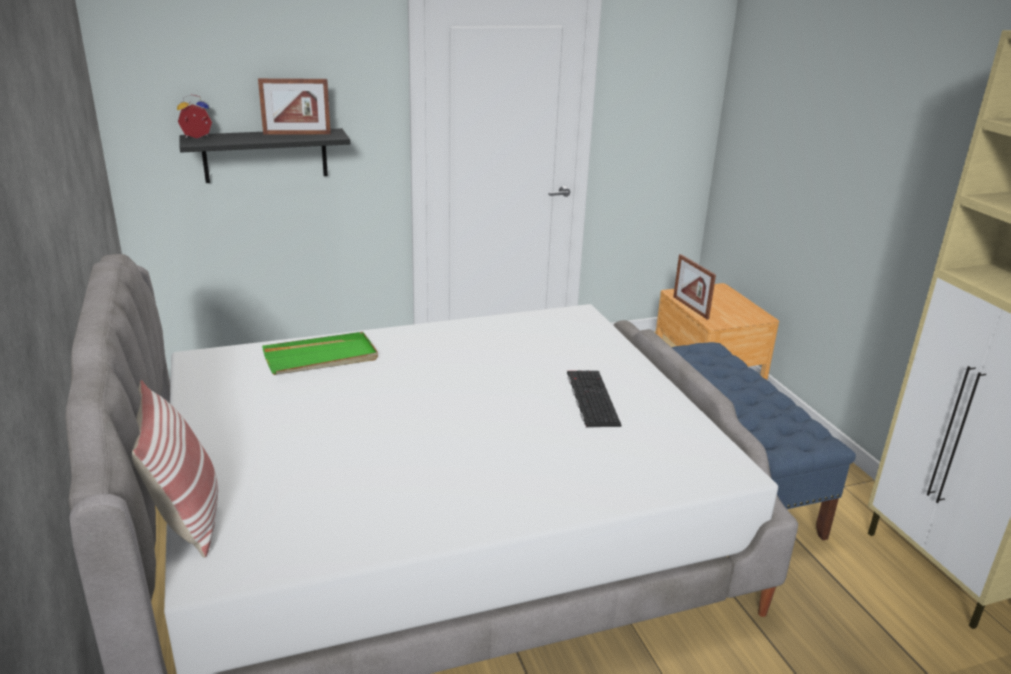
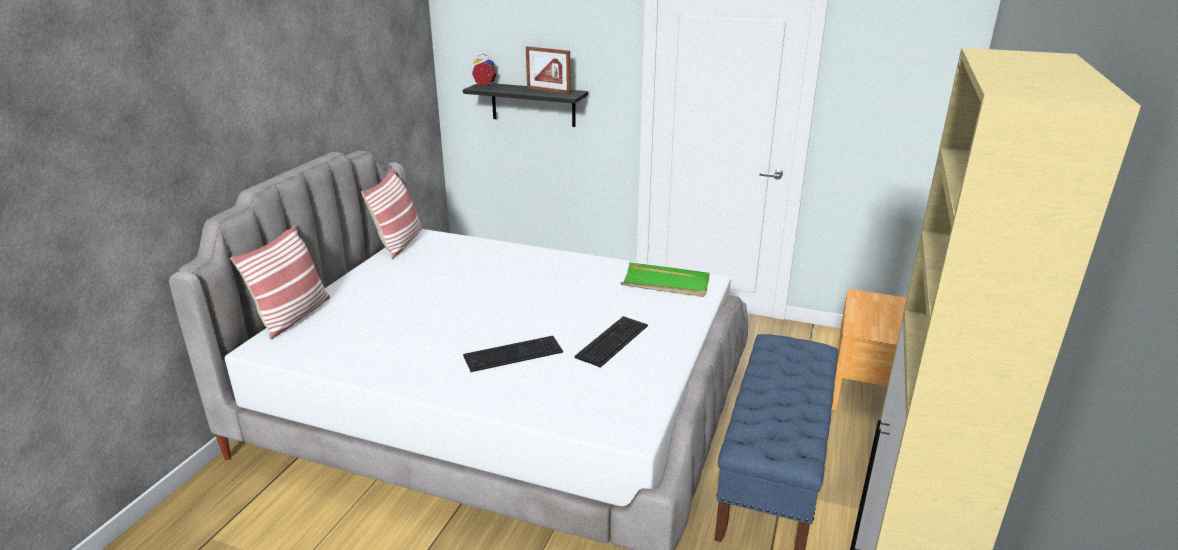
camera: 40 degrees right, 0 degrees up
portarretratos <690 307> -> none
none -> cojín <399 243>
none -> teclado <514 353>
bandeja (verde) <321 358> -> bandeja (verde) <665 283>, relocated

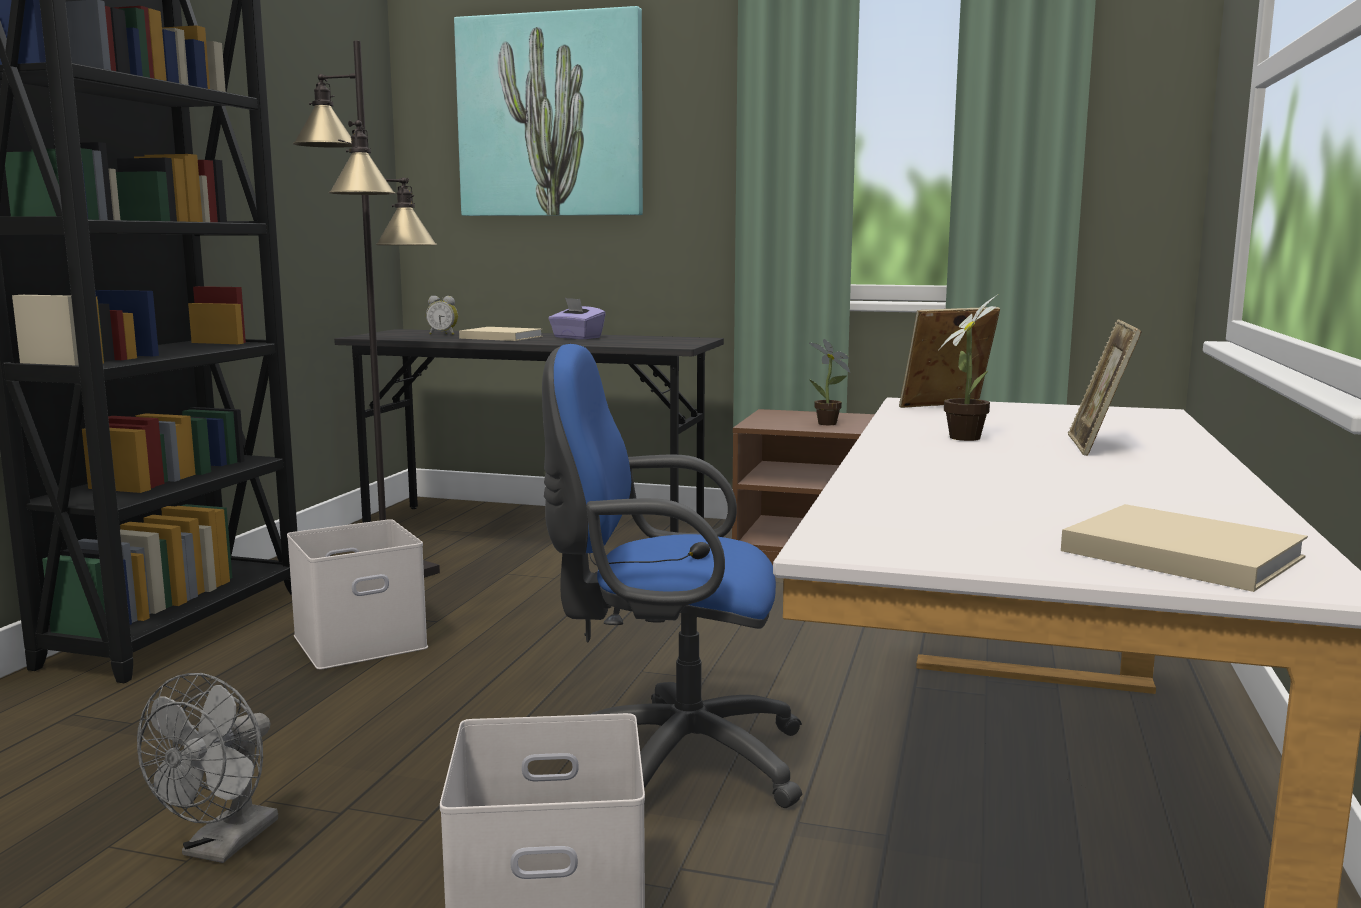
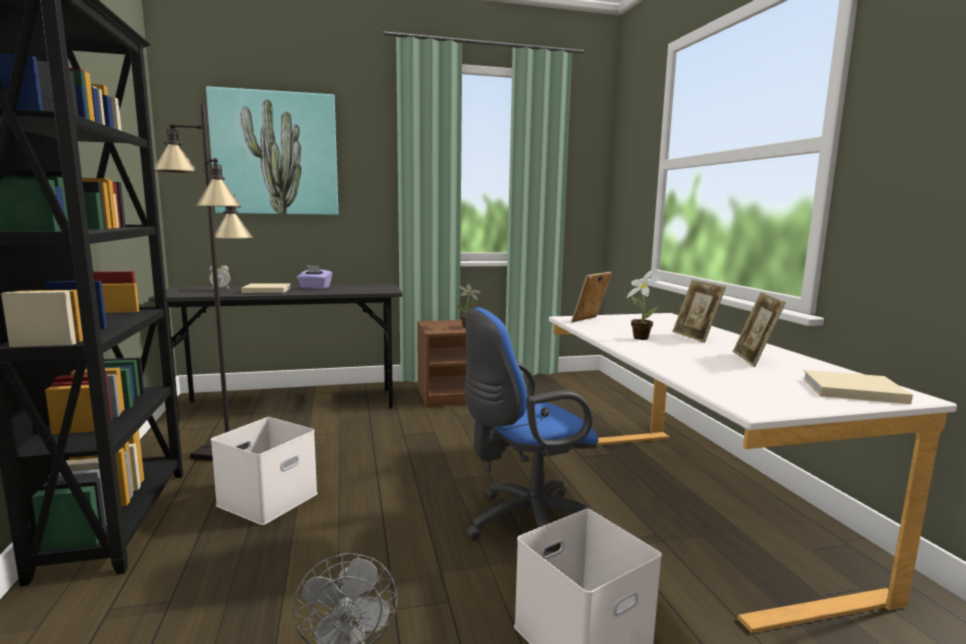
camera: 30 degrees left, 0 degrees up
none -> portarretratos <754 359>

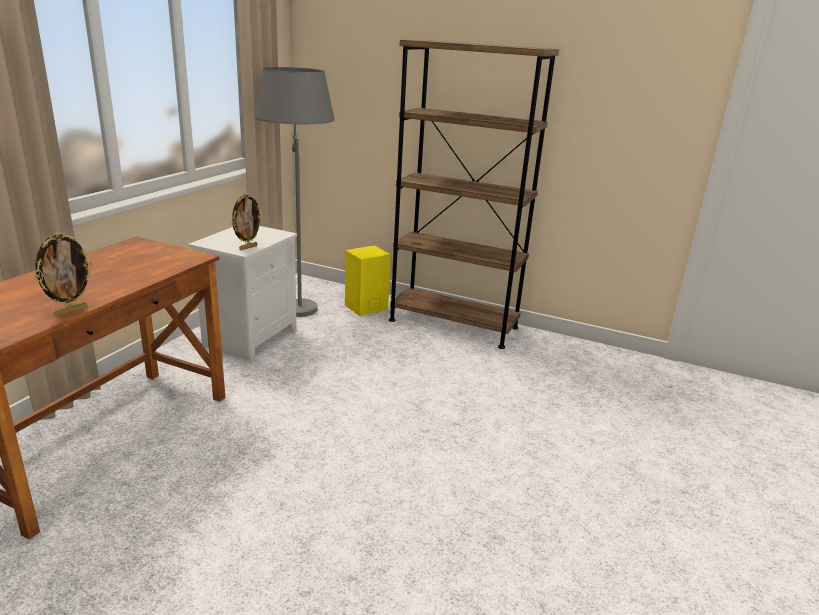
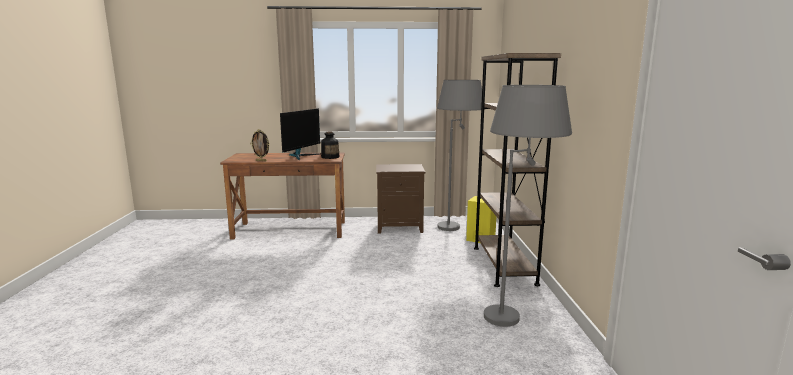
camera: 65 degrees right, 10 degrees down
portarretratos <248 247> -> none
none -> monitor <301 156>
none -> botella <330 157>
none -> lámpara de pie (gris) <517 312>
mesita de noche (blanco) <250 338> -> mesita de noche (marrón) <400 227>

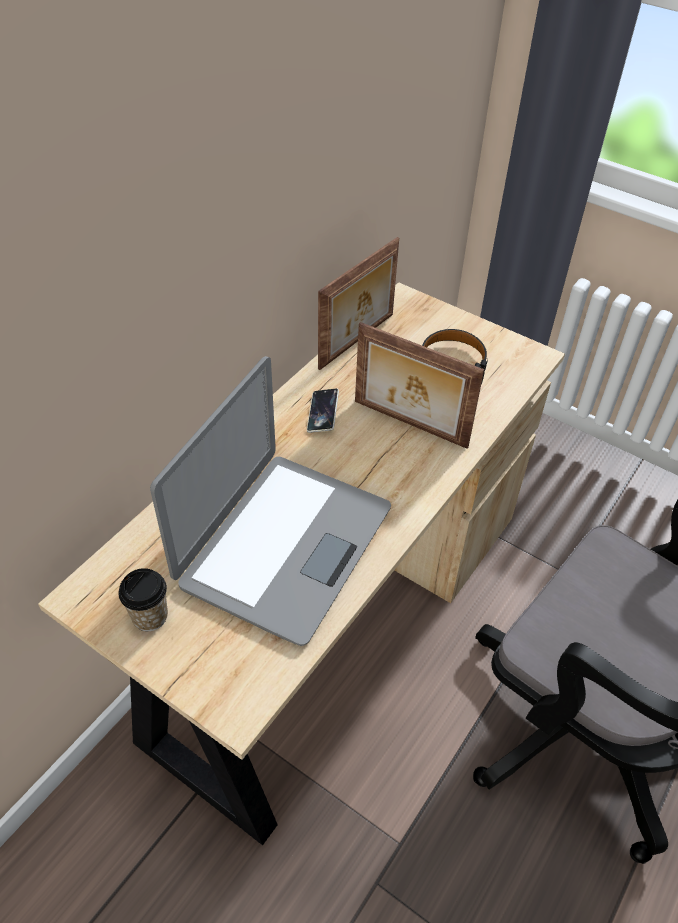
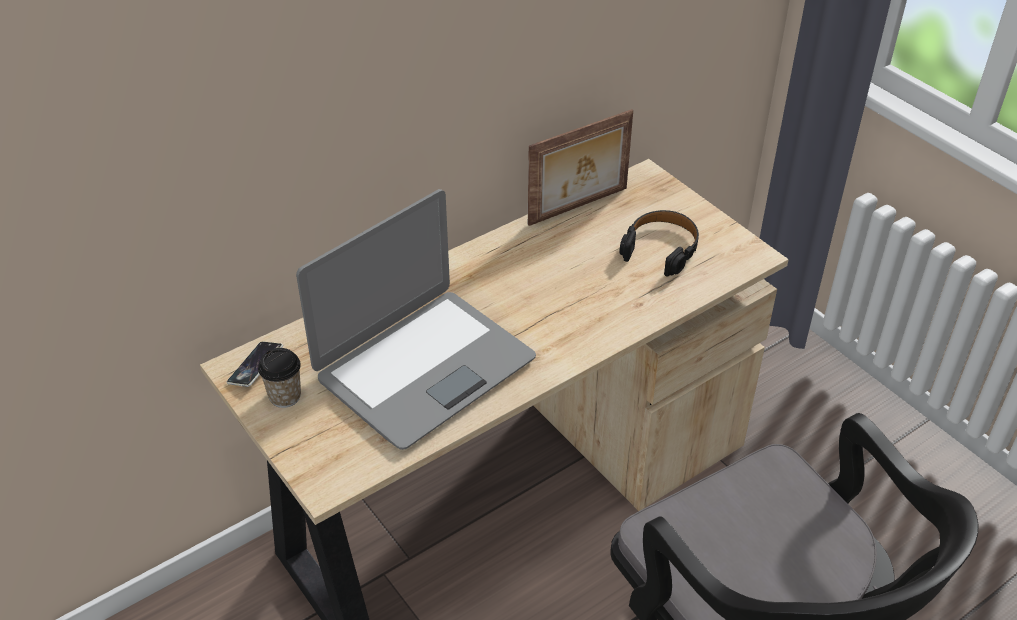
camera: 20 degrees right, 5 degrees down
portarretratos <409 425> -> none
móvil <322 413> -> móvil <255 367>, relocated

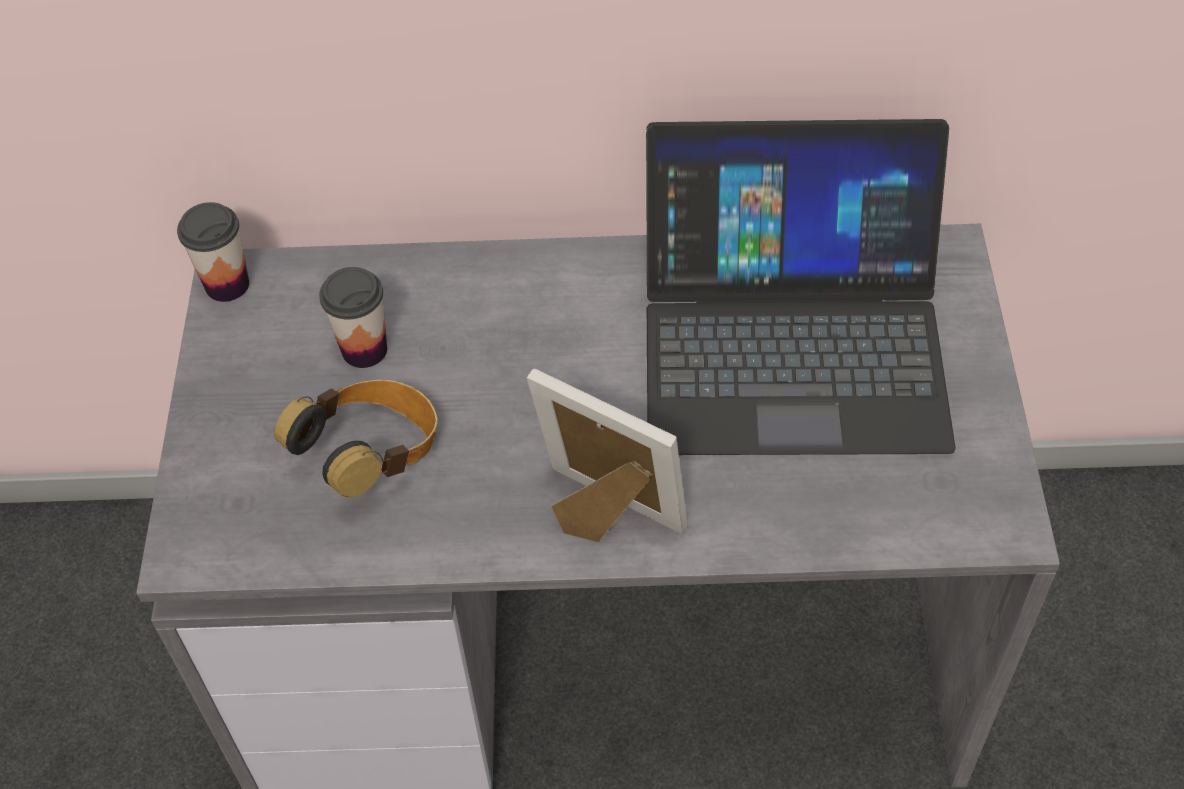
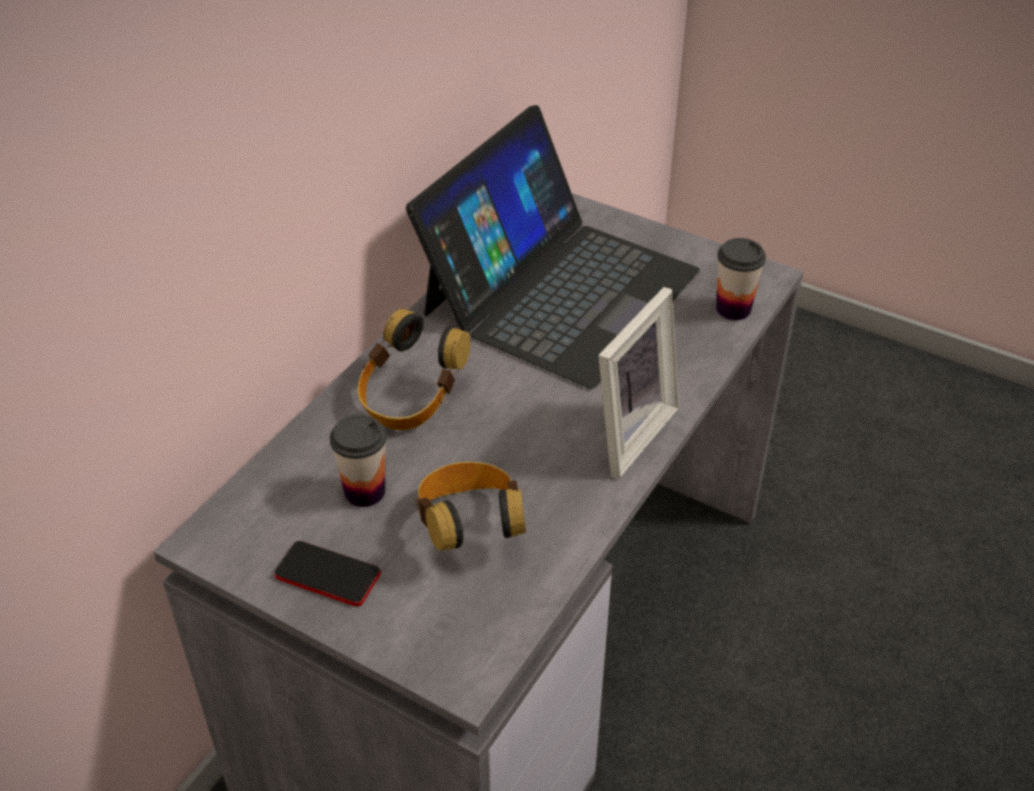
camera: 60 degrees left, 10 degrees down
none -> móvil <327 575>
none -> auriculares <411 399>
taza <227 285> -> taza <733 309>, relocated
portarretratos <604 518> -> portarretratos <625 432>, 150 degrees clockwise

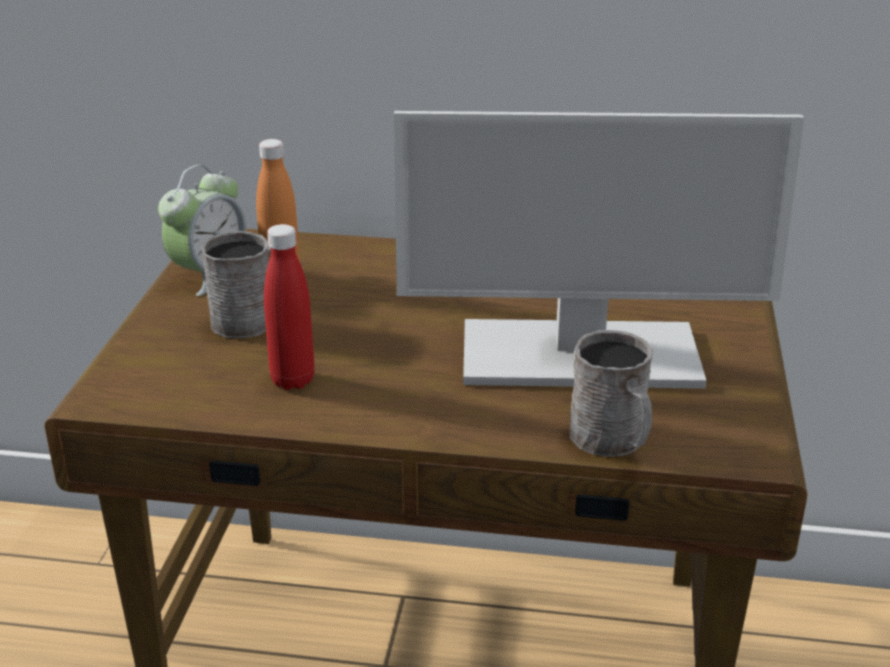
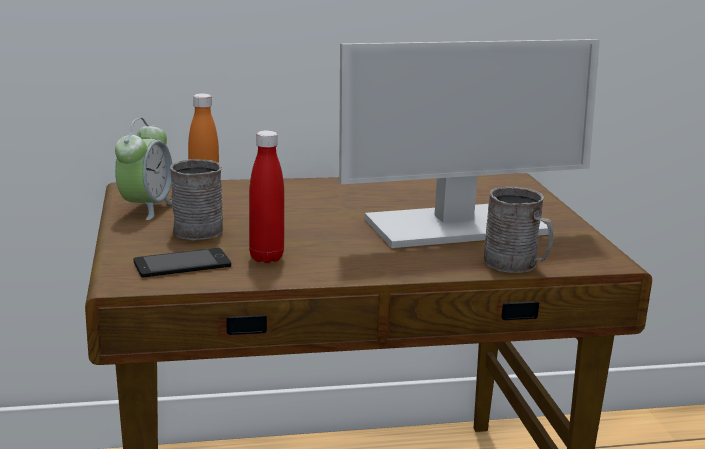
camera: 20 degrees left, 10 degrees down
none -> móvil <182 264>

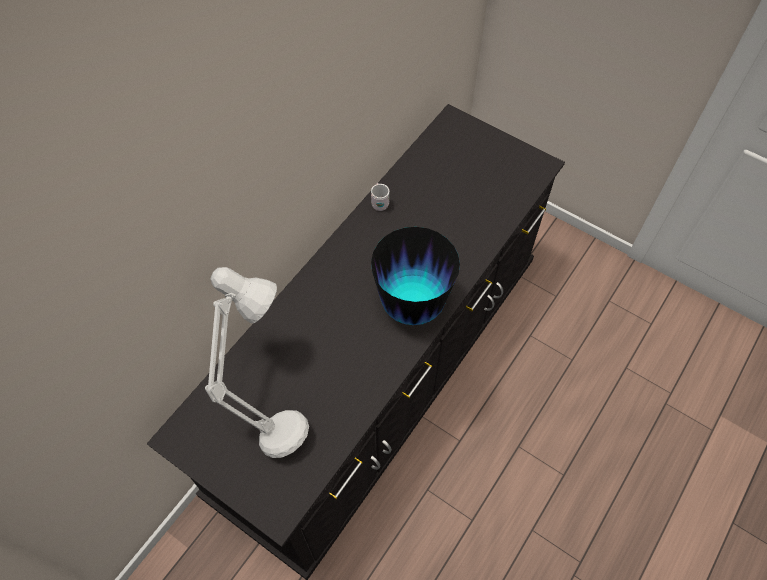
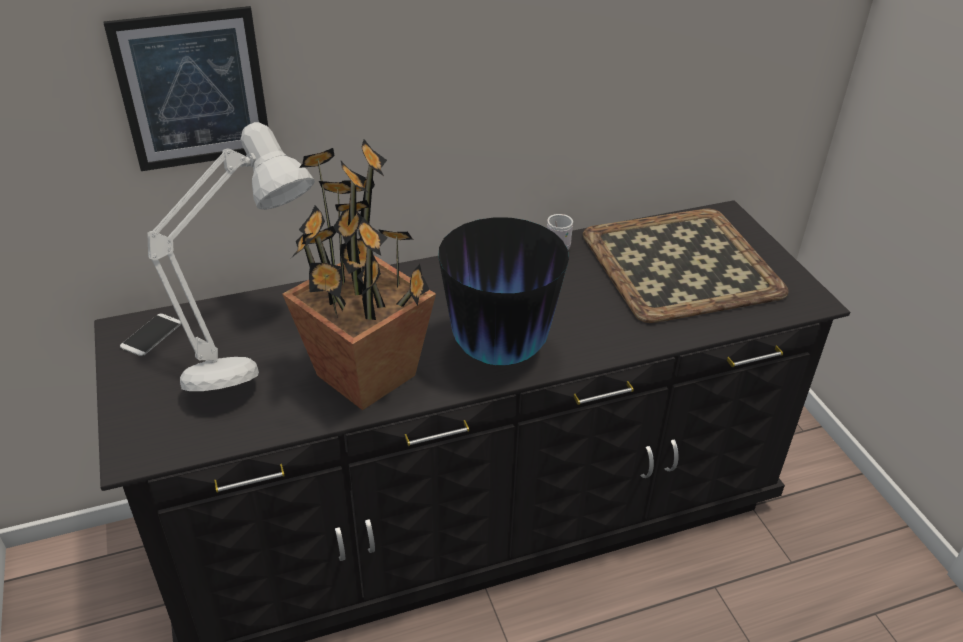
camera: 35 degrees right, 20 degrees down
none -> cuadro <193 90>
none -> móvil <151 335>
none -> planta en maceta <365 376>
none -> bandeja <680 265>

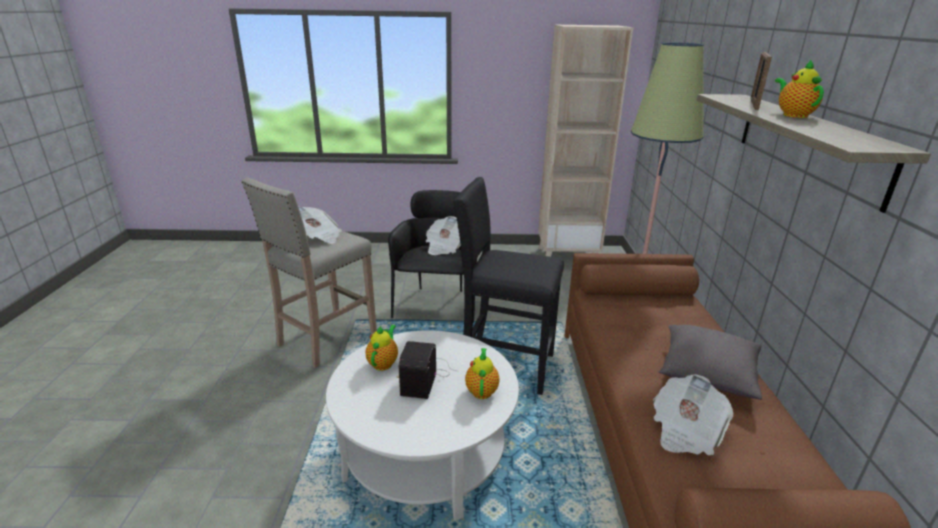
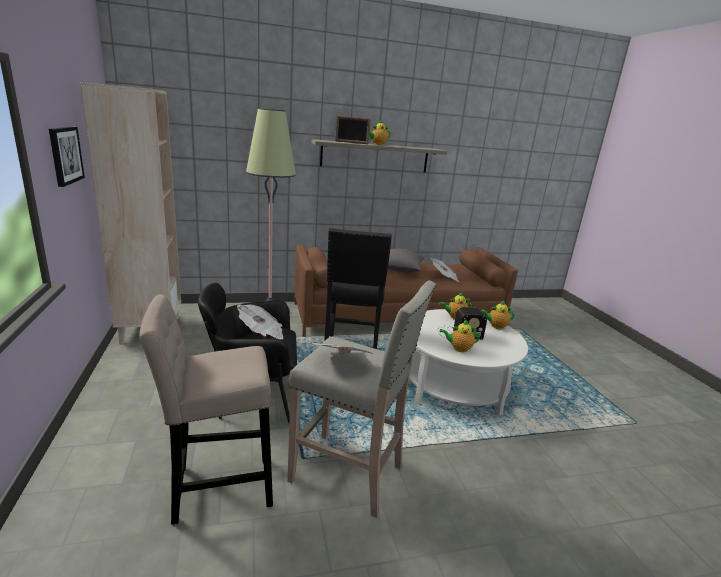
camera: 105 degrees left, 5 degrees down
none -> cuadro <65 155>
none -> taburete (beis) <217 488>
none -> tetera <496 326>

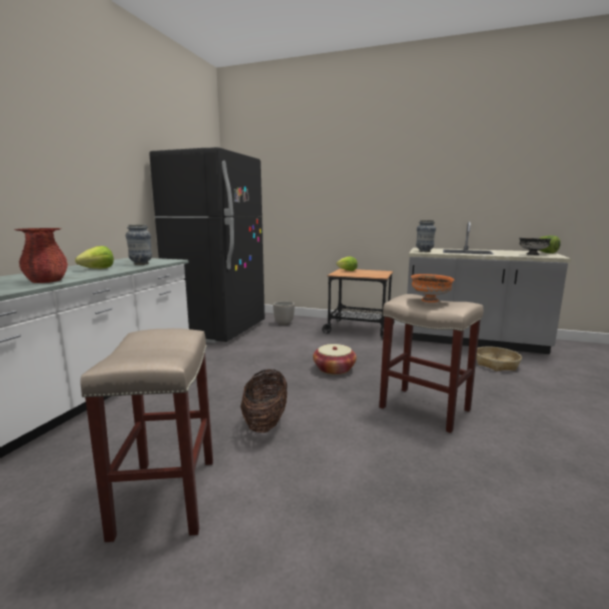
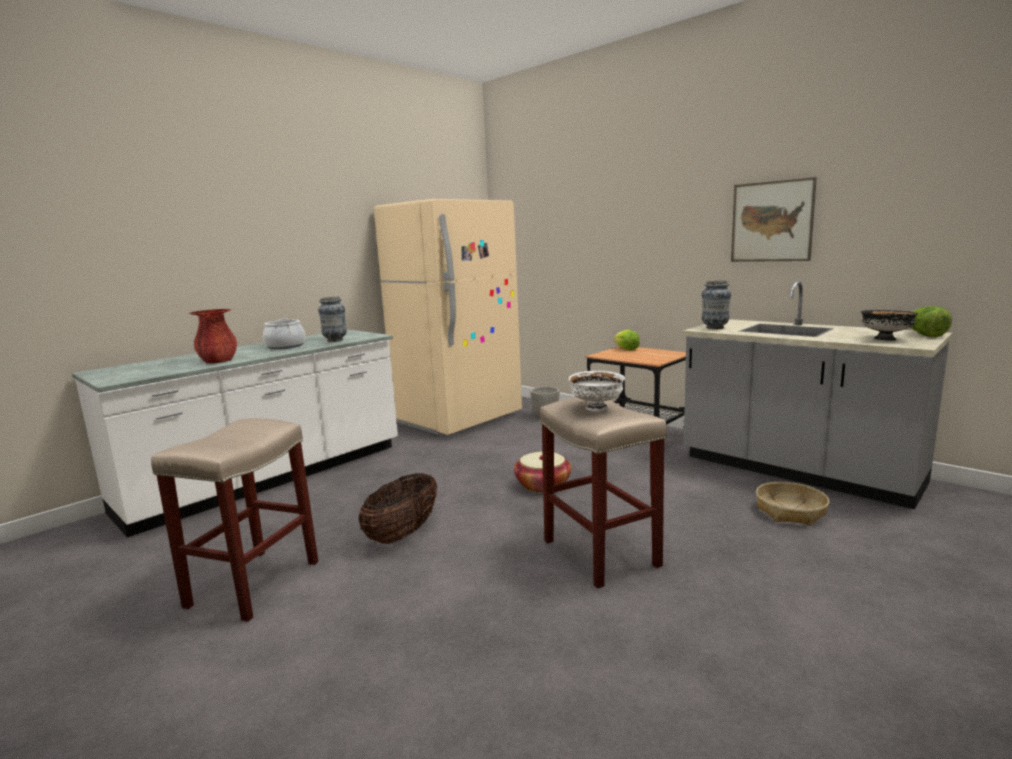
camera: 25 degrees right, 0 degrees up
none -> cuadro <771 221>
lechuga <98 269> -> olla <285 346>
nevera (negro) <218 330> -> nevera (beis) <459 419>
cuenco (naranja) <430 300> -> cuenco (blanco) <597 408>

